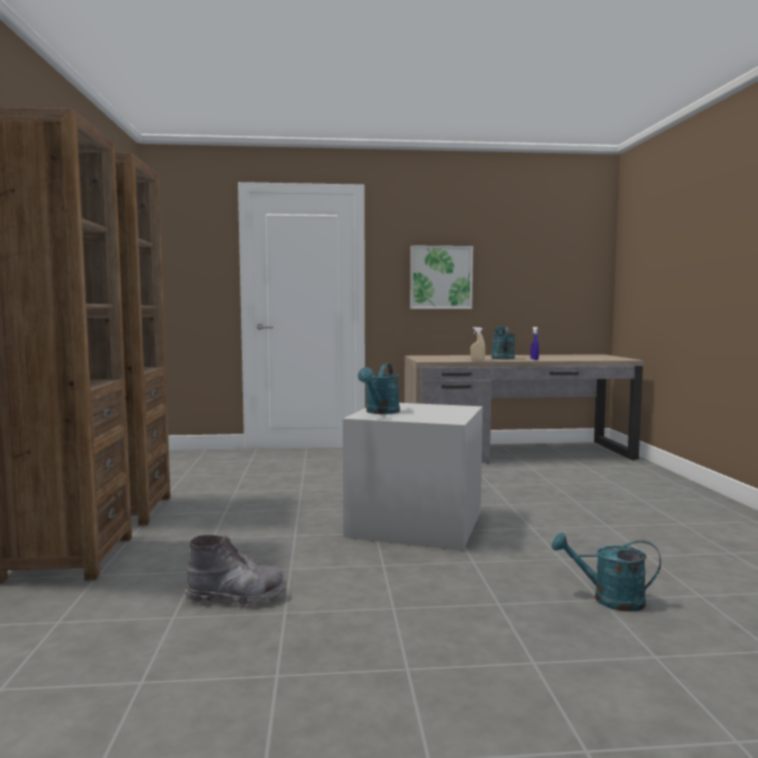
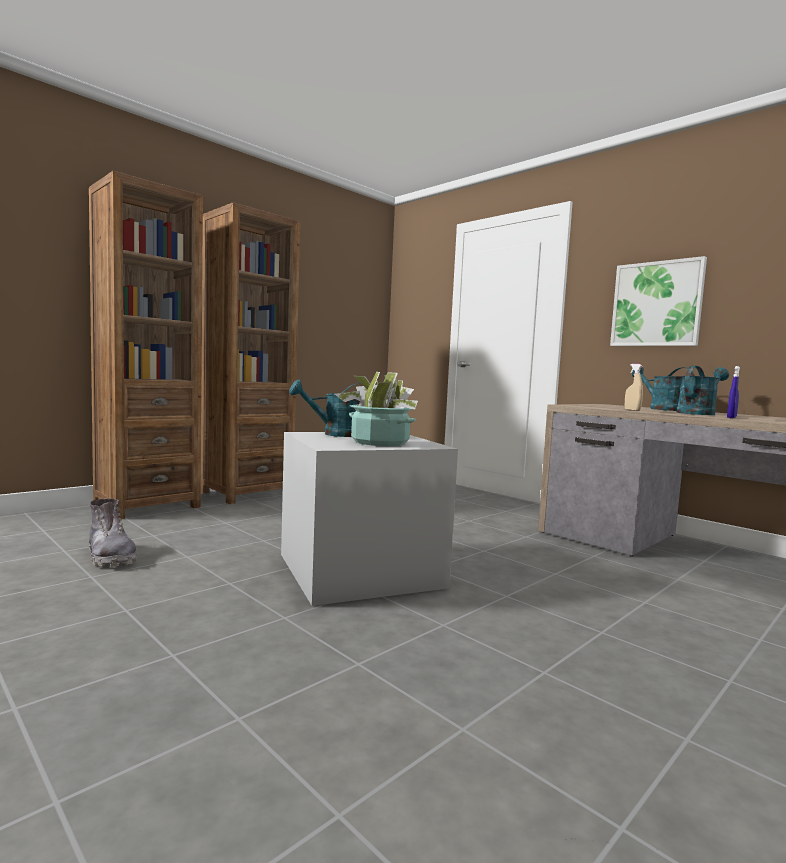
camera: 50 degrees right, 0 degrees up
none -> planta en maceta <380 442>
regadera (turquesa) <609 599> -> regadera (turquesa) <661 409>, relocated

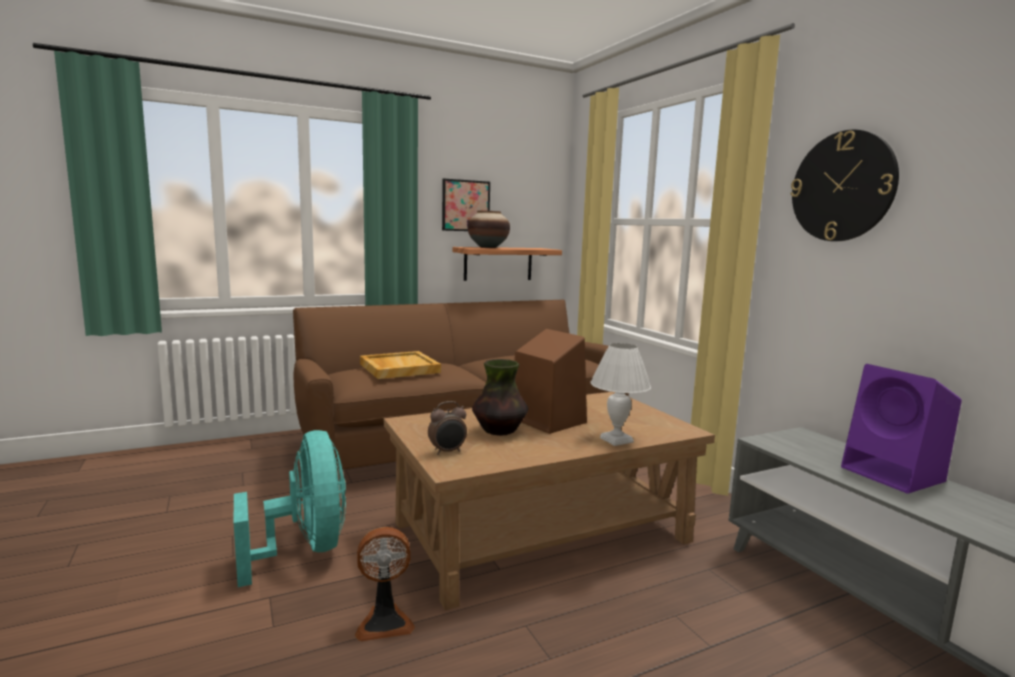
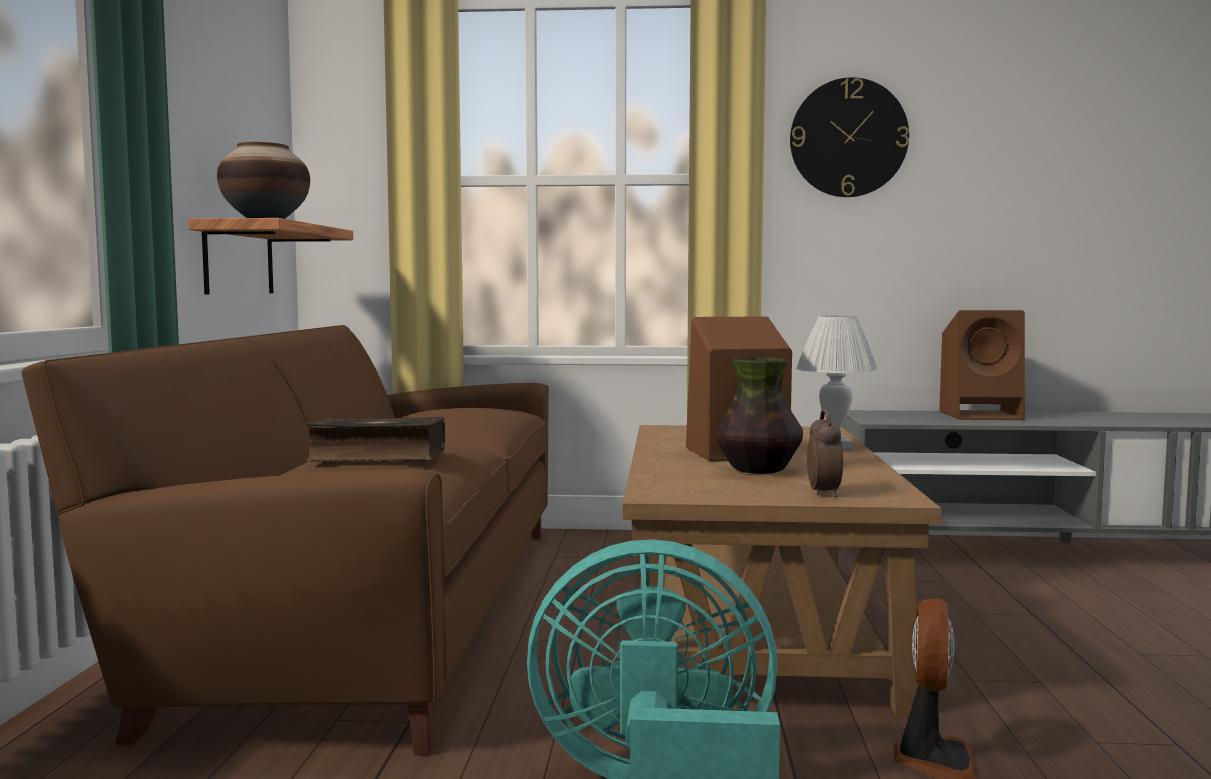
camera: 60 degrees left, 5 degrees down
cuadro <465 205> -> none
bandeja (beis) <398 368> -> libro <377 456>
altavoz (morado) <895 475> -> altavoz (marrón) <982 415>

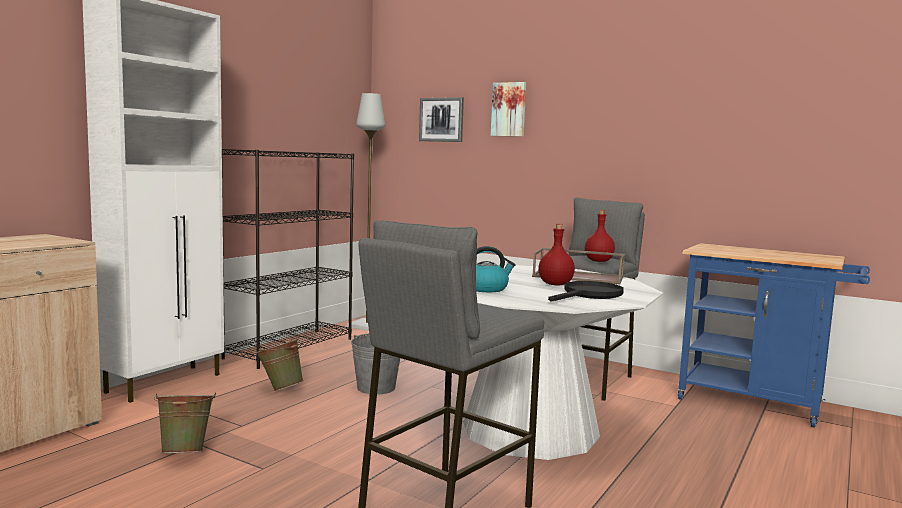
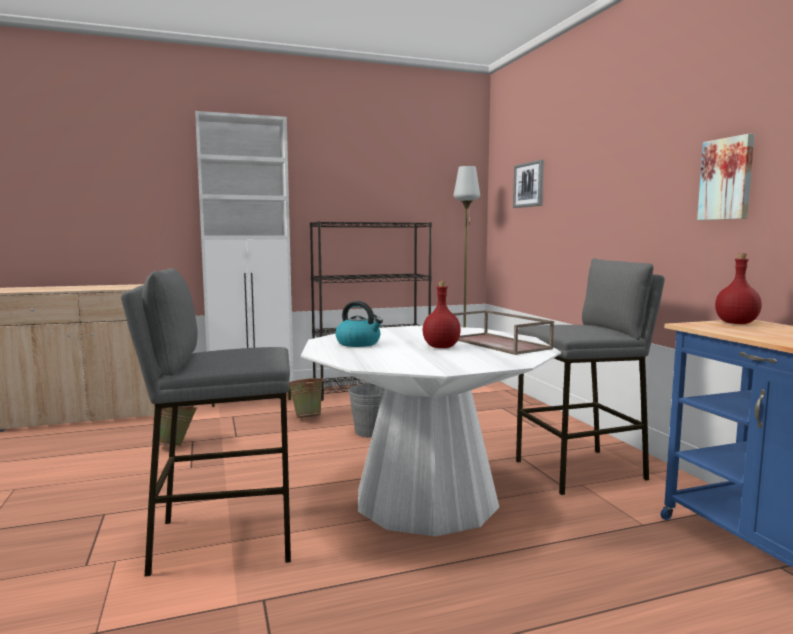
camera: 40 degrees right, 0 degrees up
sartén (negro) <589 295> -> none
cuadro <509 109> -> cuadro <727 179>, relocated
botella (rojo) <598 261> -> botella (rojo) <736 323>, relocated

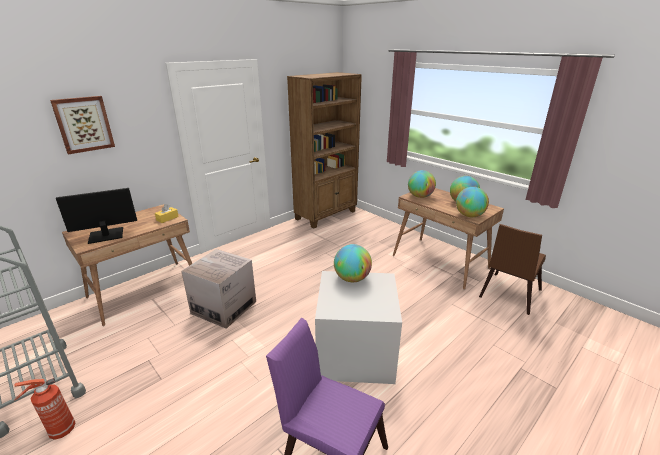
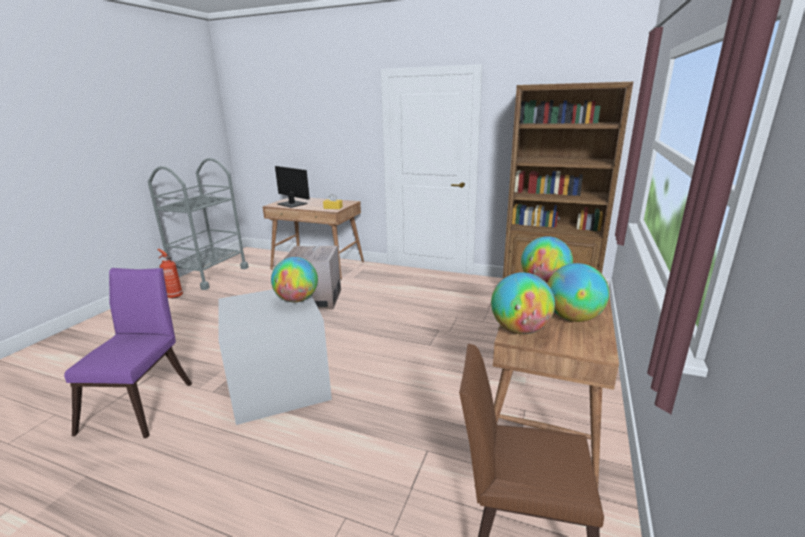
camera: 65 degrees right, 5 degrees down
cuadro <84 124> -> none

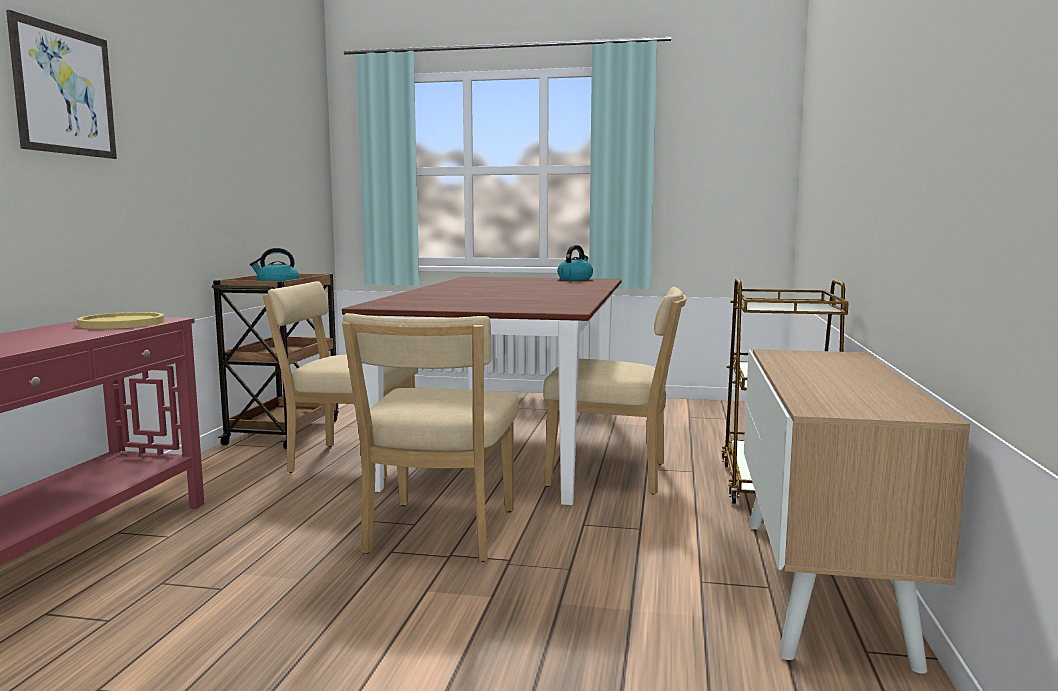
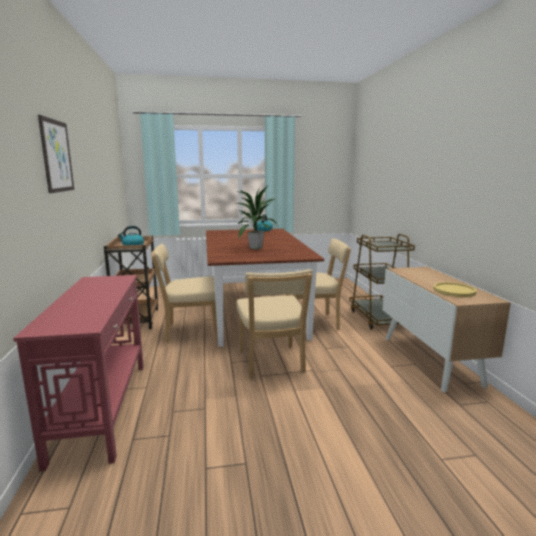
camera: 20 degrees left, 5 degrees up
none -> planta en maceta <255 248>
plato (amarillo) <122 323> -> plato (amarillo) <454 291>, relocated

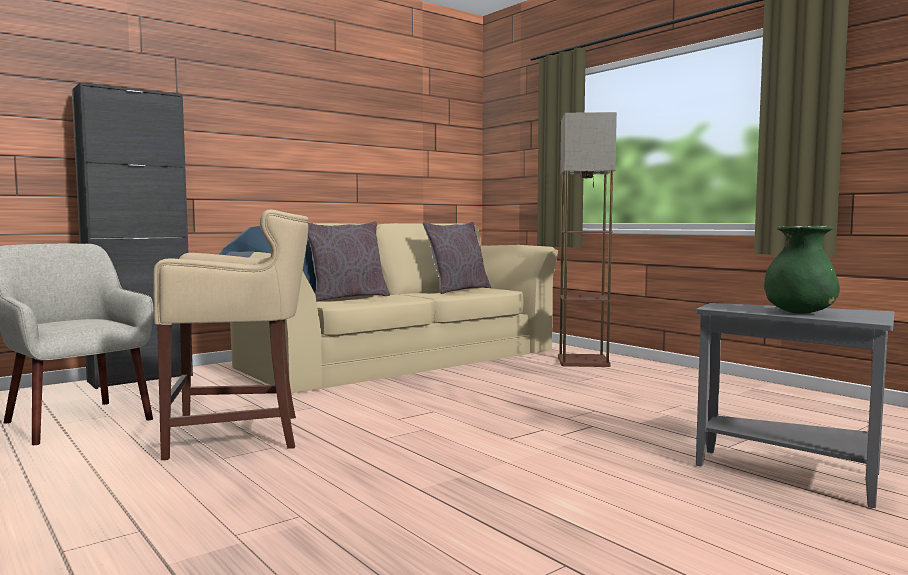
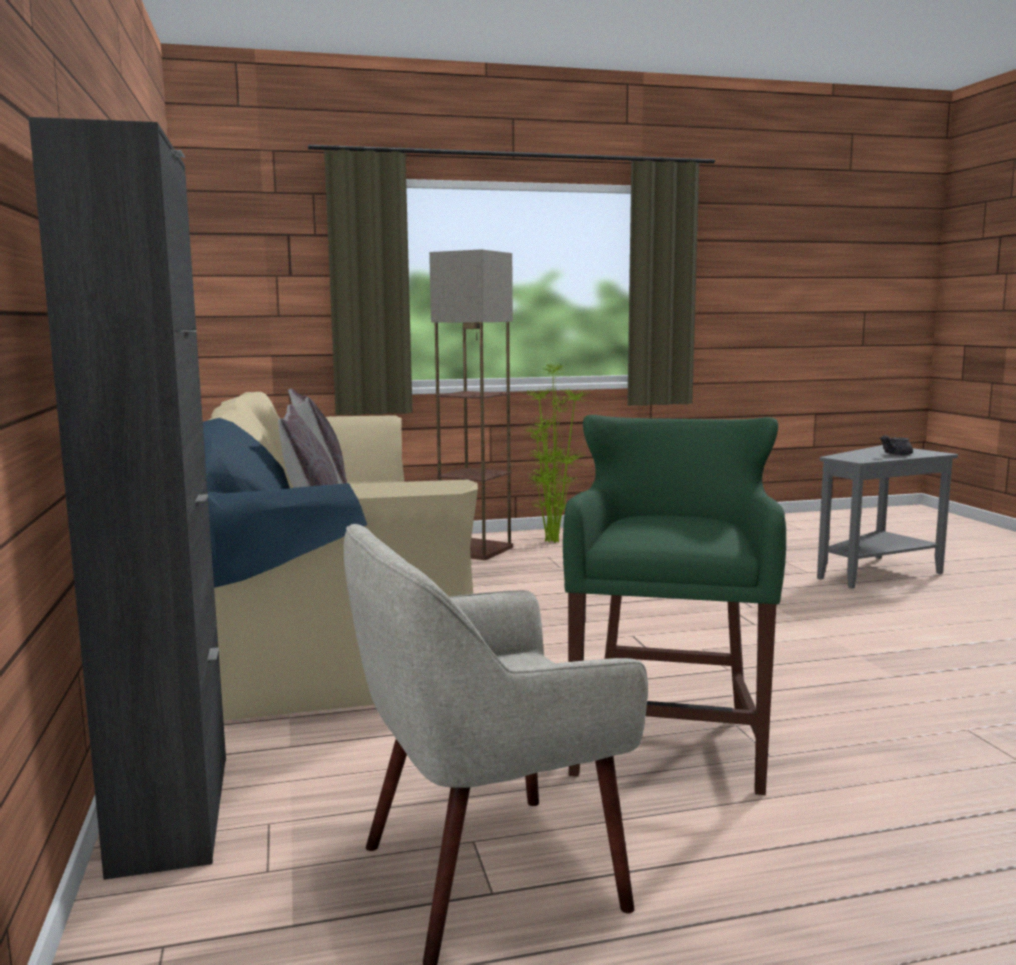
camera: 65 degrees left, 5 degrees up
none -> planta en maceta <553 542>
florero (verde) <799 313> -> tetera (gris) <894 454>
taburete (beis) <240 435> -> taburete (verde) <669 740>

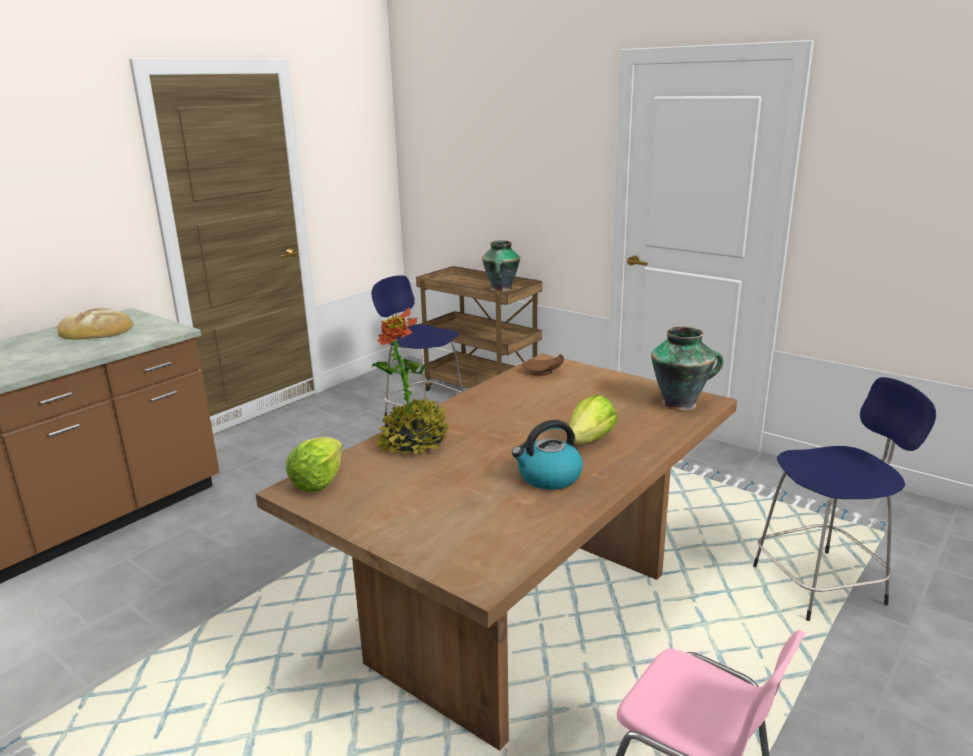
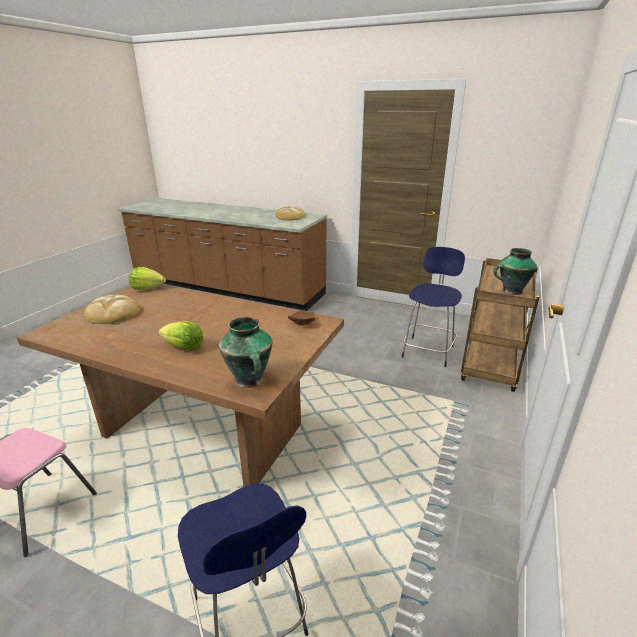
camera: 75 degrees right, 5 degrees up
planta en maceta <413 443> -> none
hervidor <548 477> -> none
none -> pan <113 313>

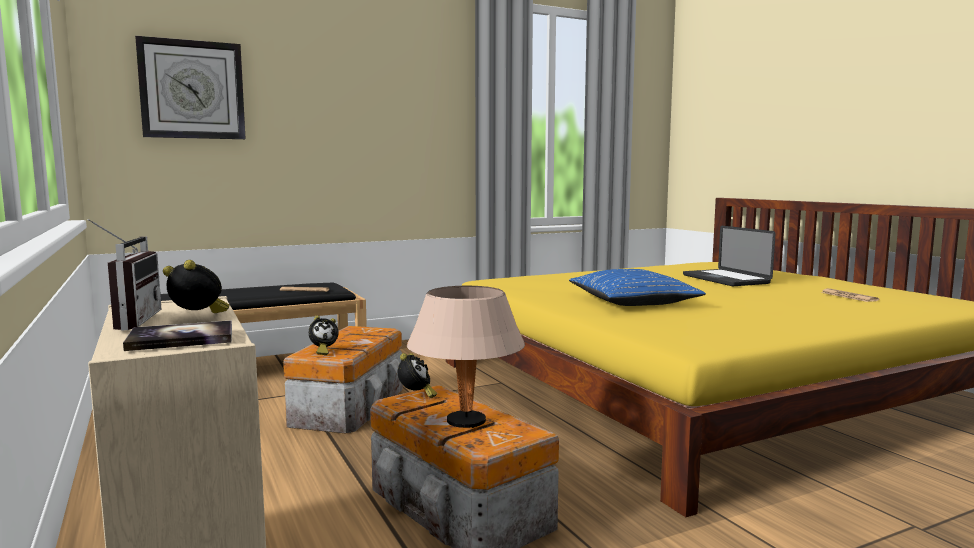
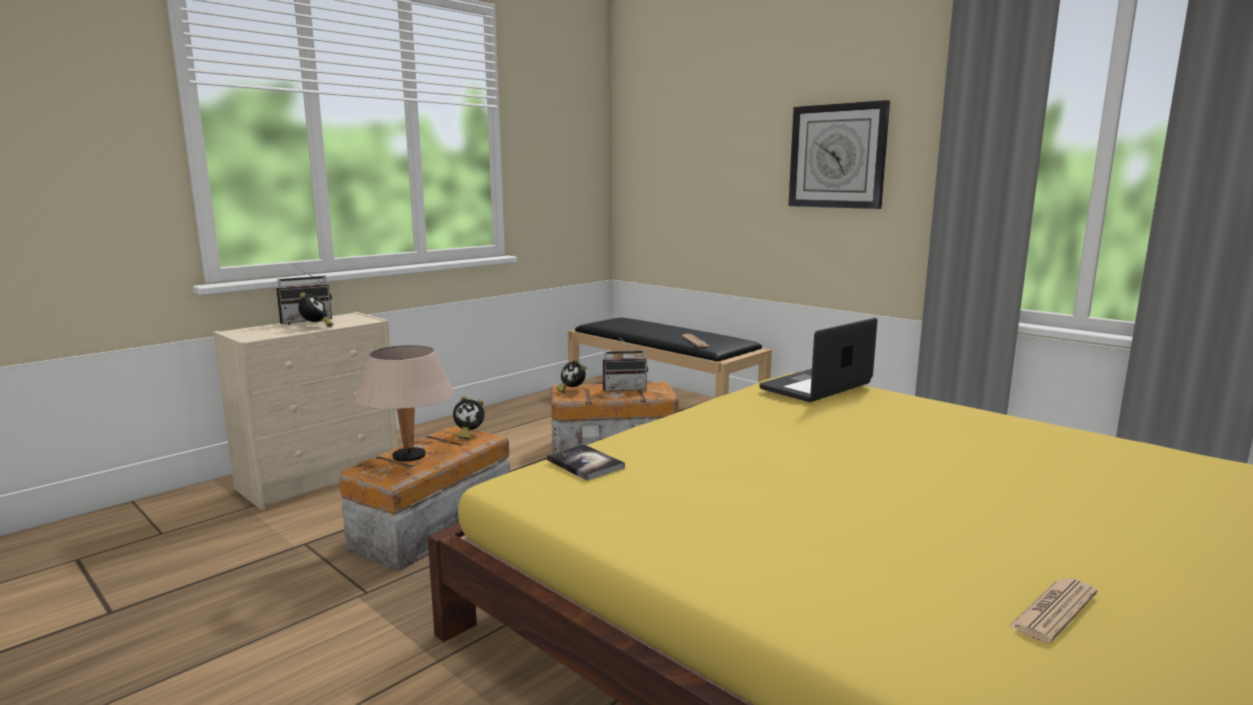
camera: 70 degrees right, 5 degrees up
cojín (azul) <632 301> -> none
none -> radio <624 389>
libro <181 338> -> libro <585 464>, relocated
reloj de pared <192 90> -> reloj de pared <837 156>, relocated
portátil <725 279> -> portátil <816 386>, relocated

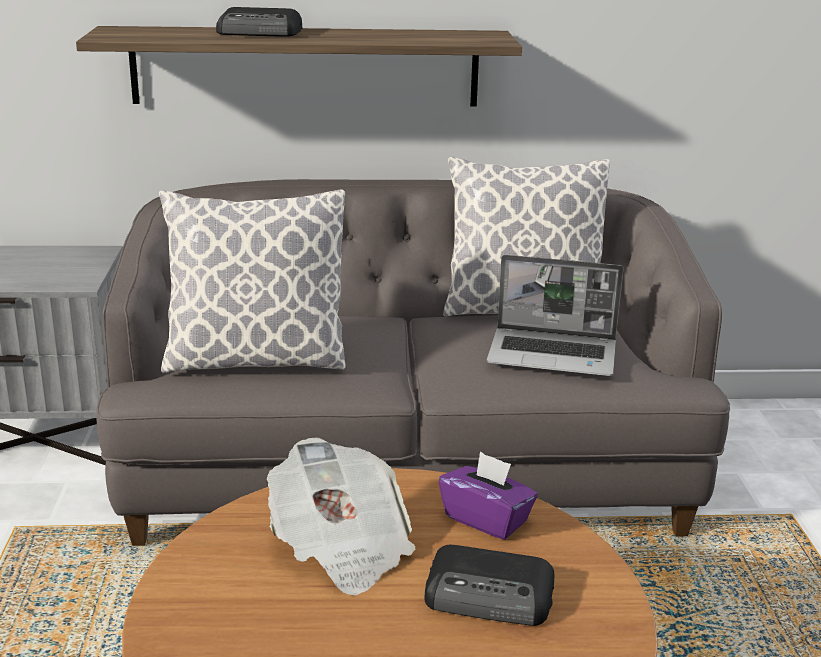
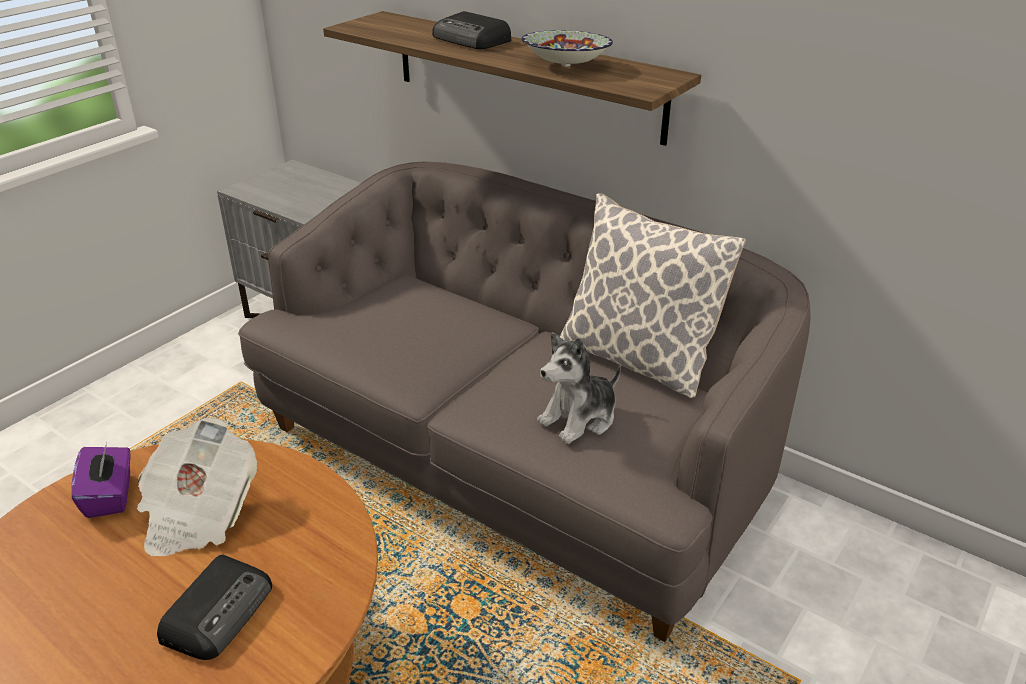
camera: 40 degrees right, 10 degrees up
cojín <256 360> -> none
none -> cuenco <565 66>
caja de pañuelos (morado) <486 519> -> caja de pañuelos (morado) <110 496>, relocated
portátil <554 355> -> peluche <579 418>
radio <491 596> -> radio <219 611>, 120 degrees counterclockwise

